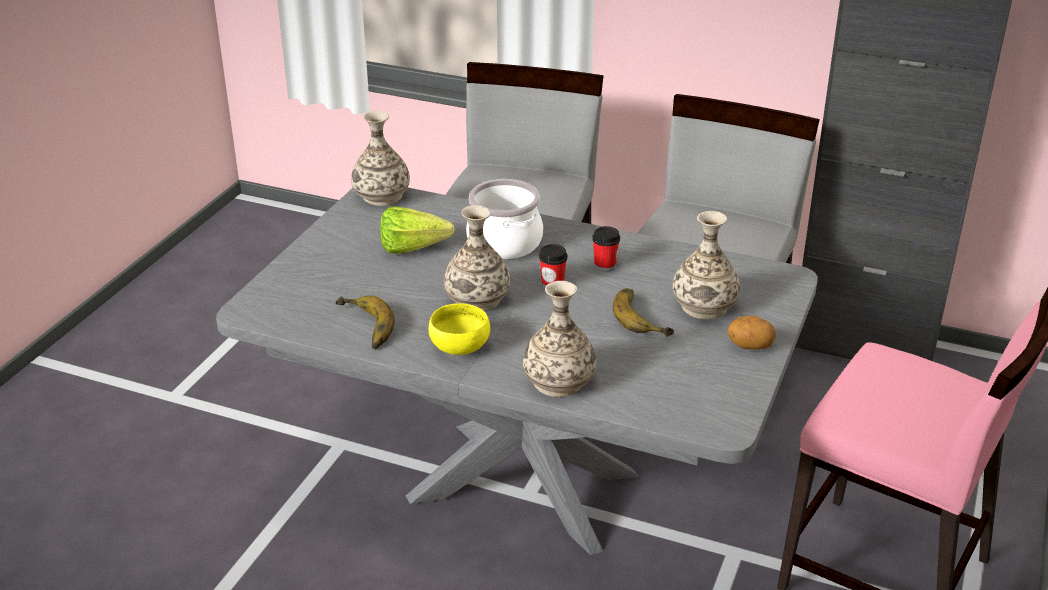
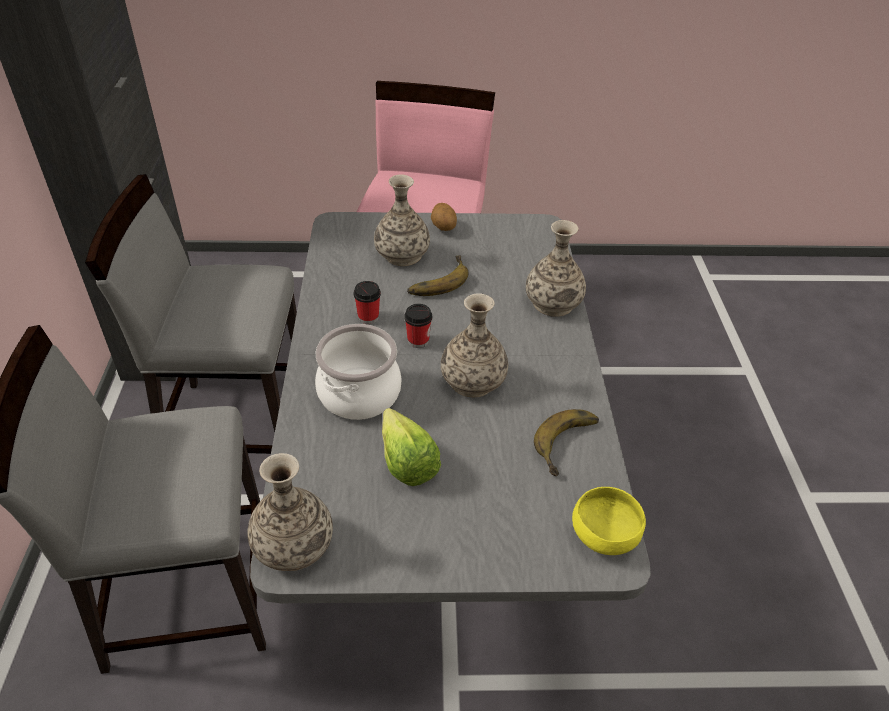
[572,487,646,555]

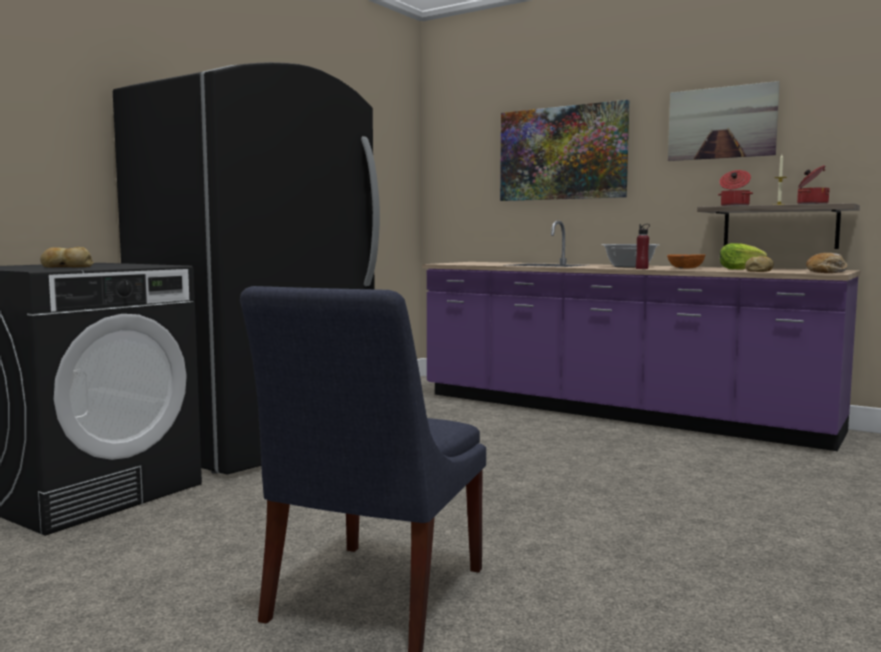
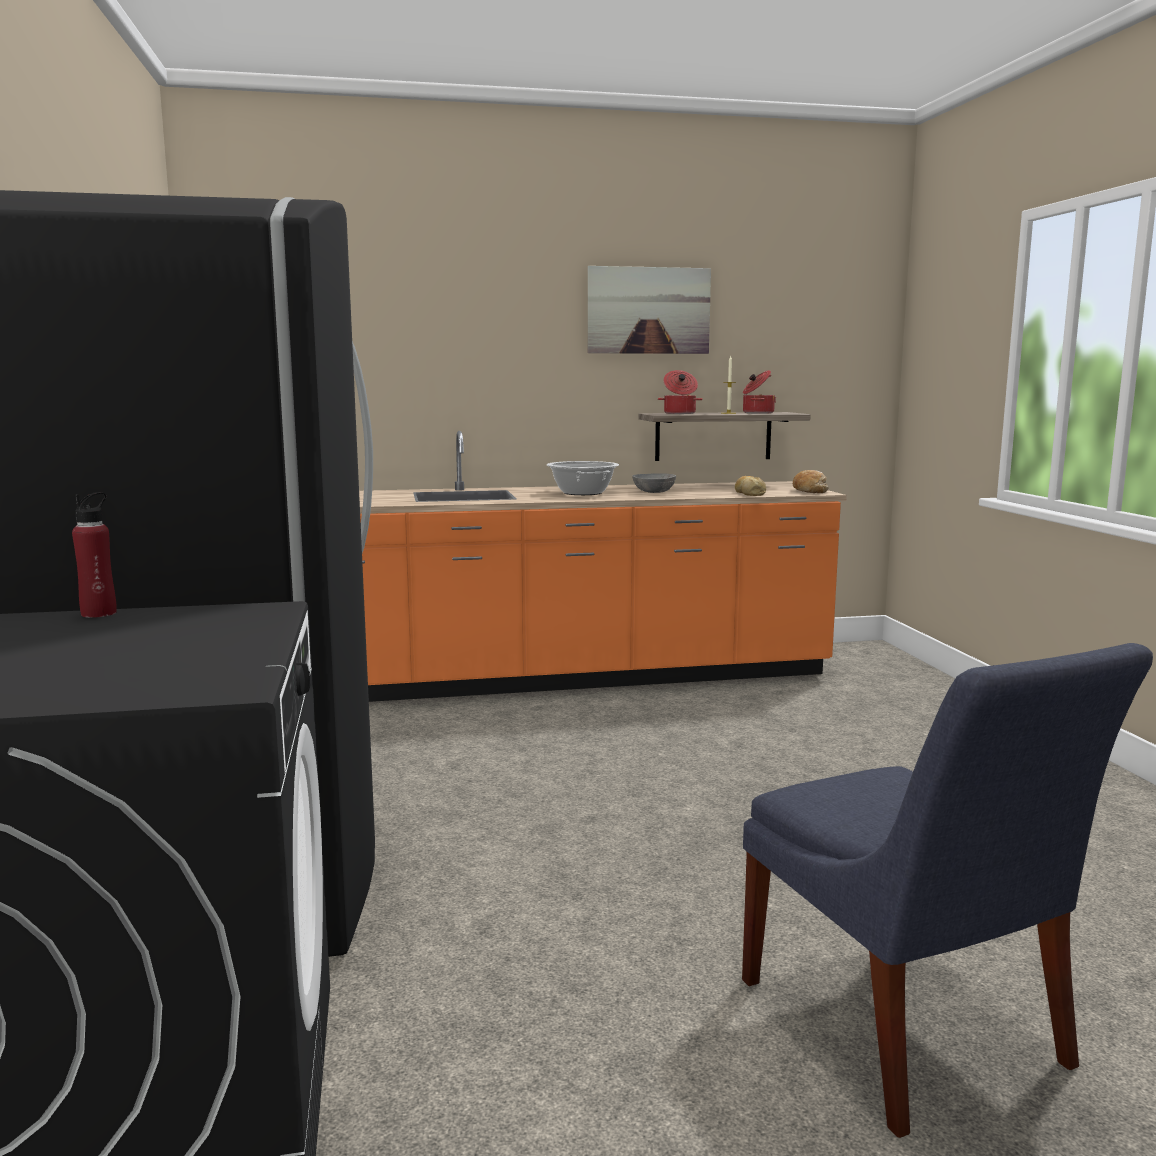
[40,247,94,267] (first image)
[359,431,847,702]
[500,100,630,201] (first image)
[72,492,117,618]
[632,473,676,493]
[720,243,767,269] (first image)

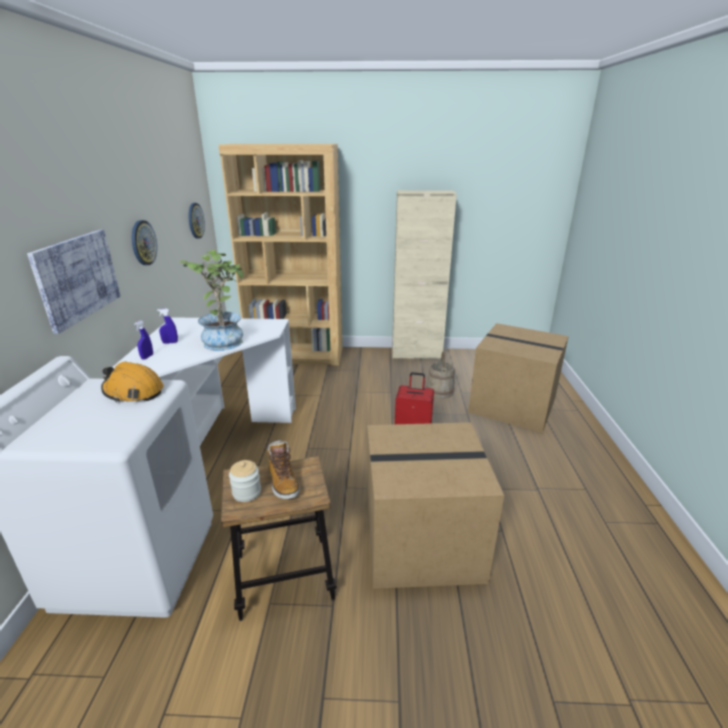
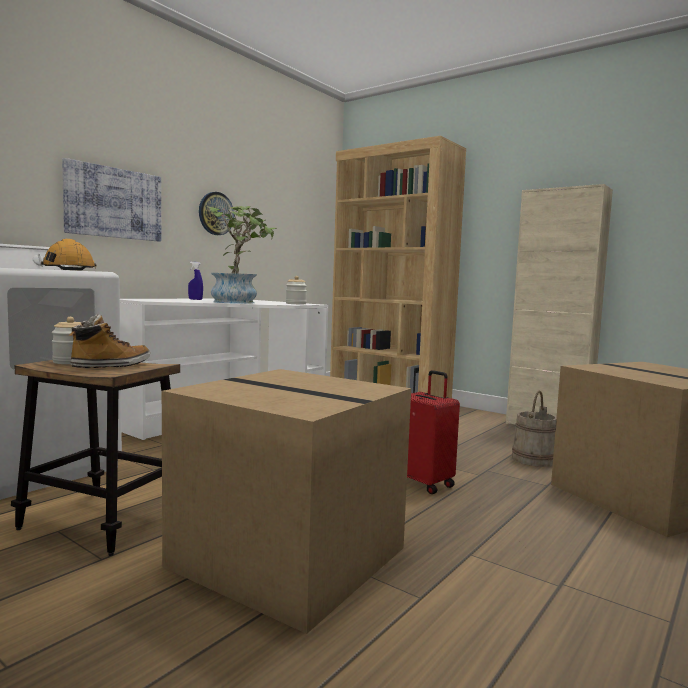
[134,320,153,360] (first image)
[188,203,205,239] (first image)
[69,314,150,368]
[286,276,307,304]

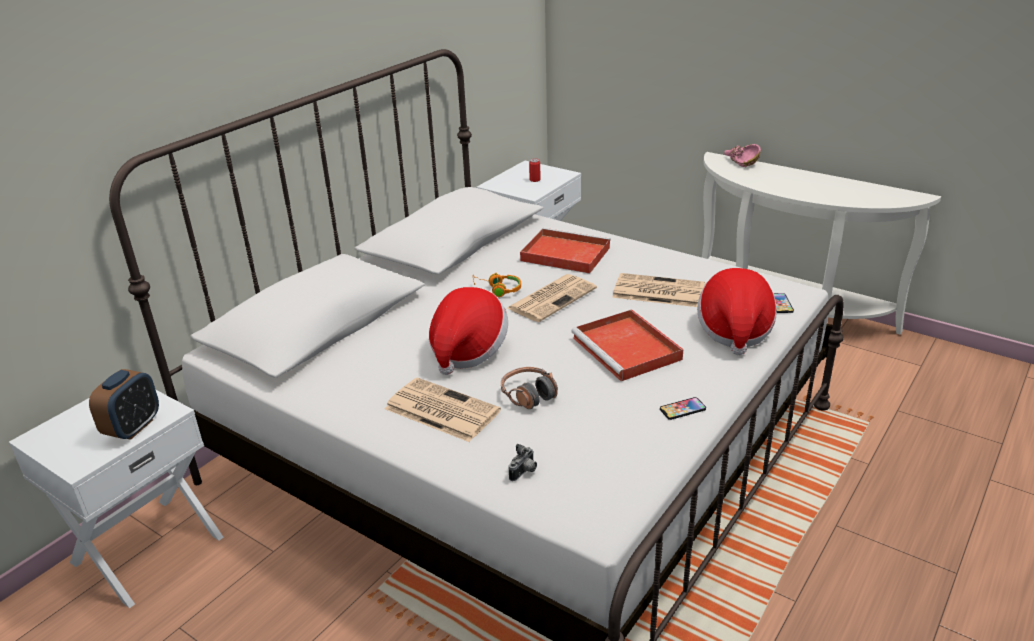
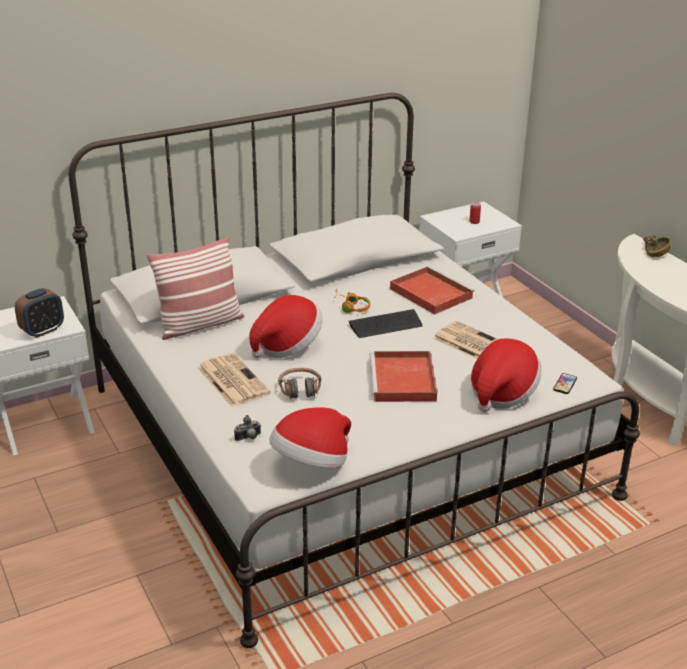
[349,309,423,338]
[660,397,706,420] (first image)
[643,235,671,257]
[147,237,244,340]
[269,407,351,468]

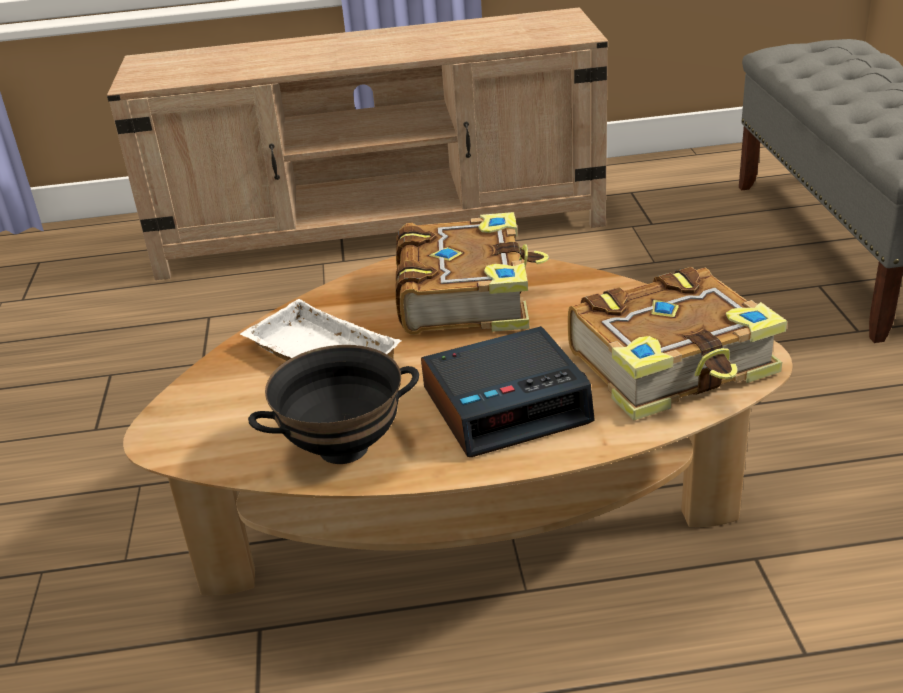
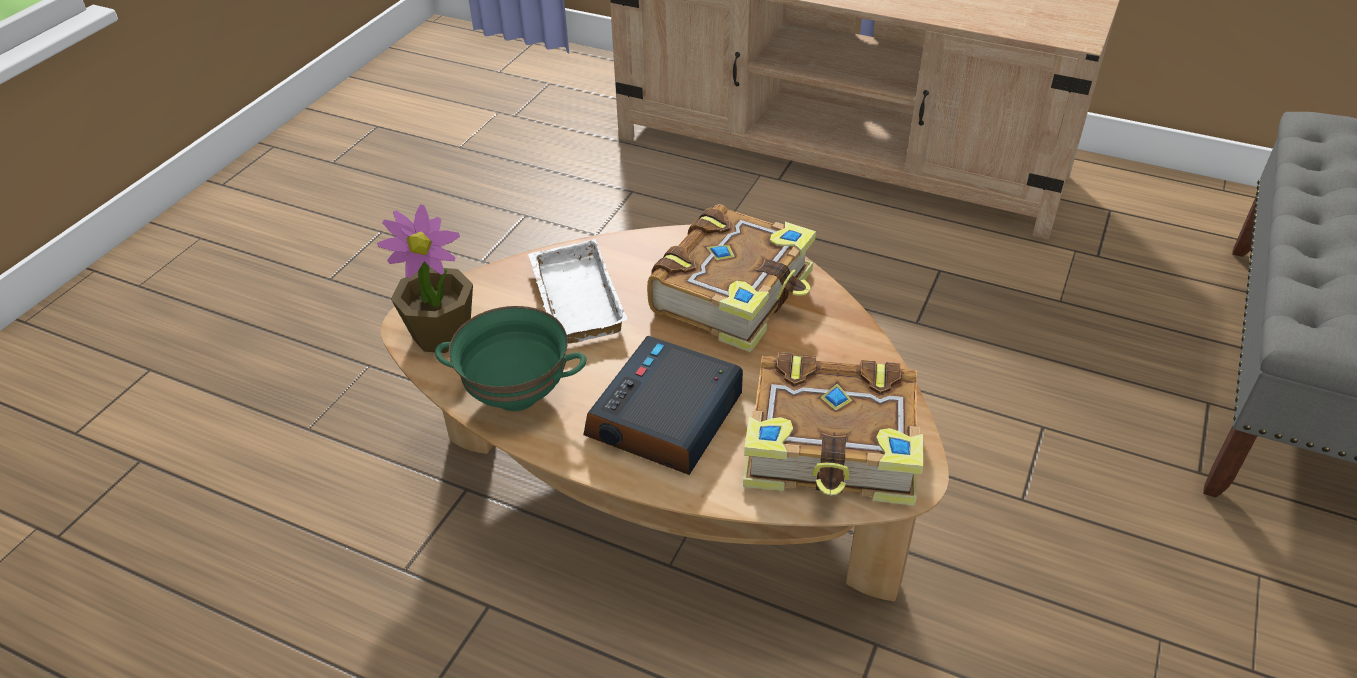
[435,306,586,411]
[583,336,743,475]
[377,204,473,353]

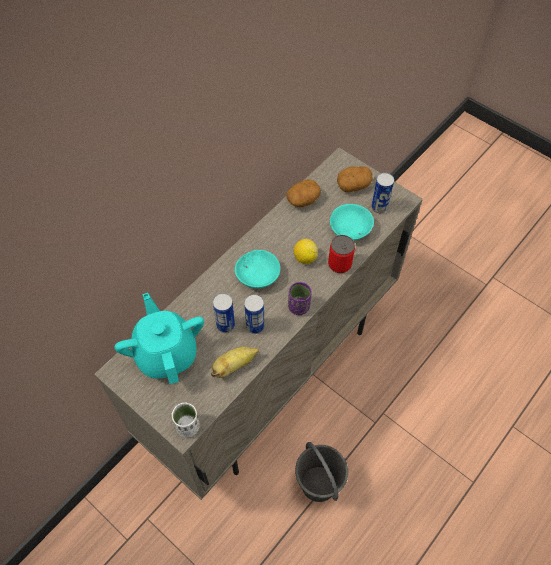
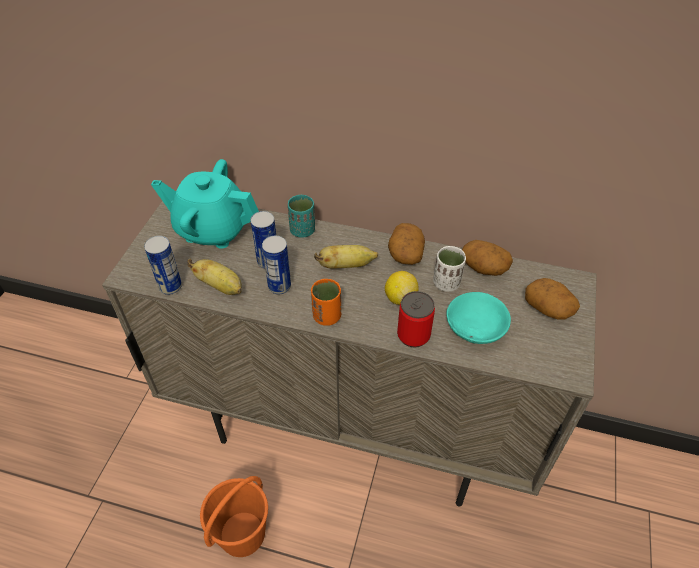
[151,159,259,249]
[433,246,466,292]
[314,245,378,268]
[311,279,341,326]
[200,476,268,557]
[144,236,182,295]
[288,195,315,238]
[388,223,425,265]

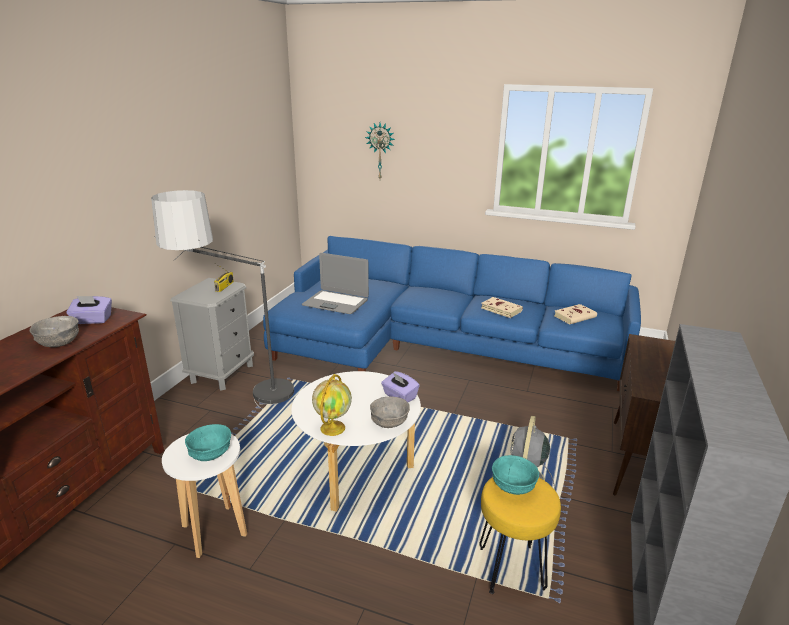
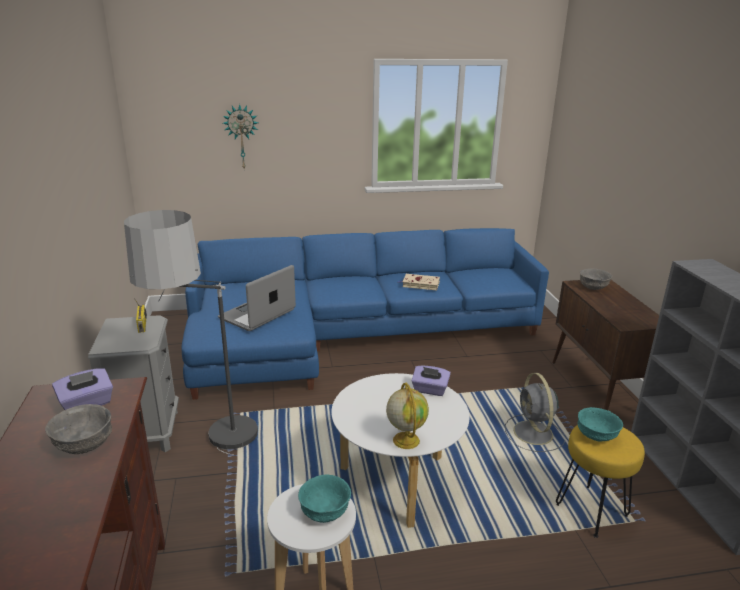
[218,265,296,331]
[580,268,612,290]
[554,304,597,324] (first image)

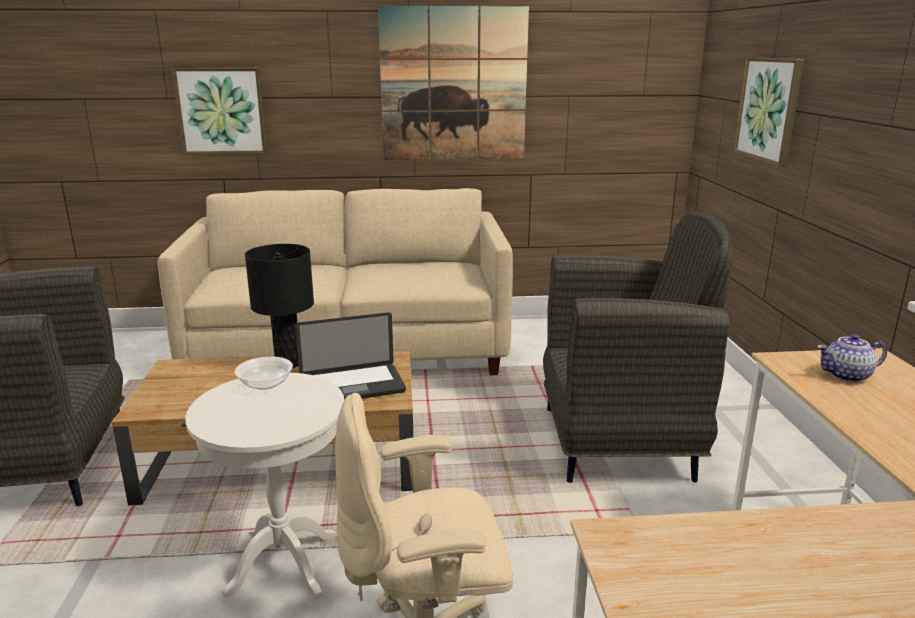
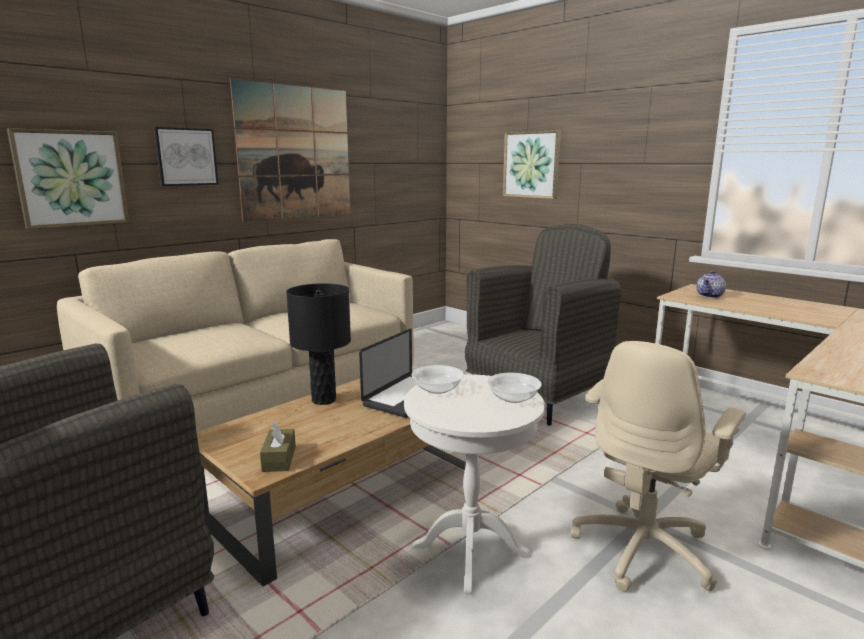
[154,127,218,186]
[260,421,296,472]
[487,373,542,403]

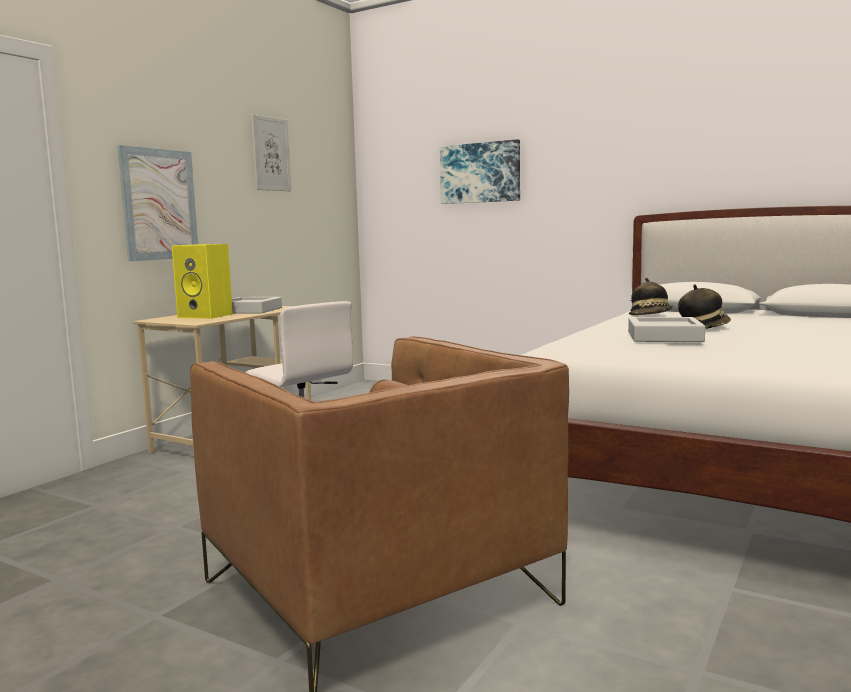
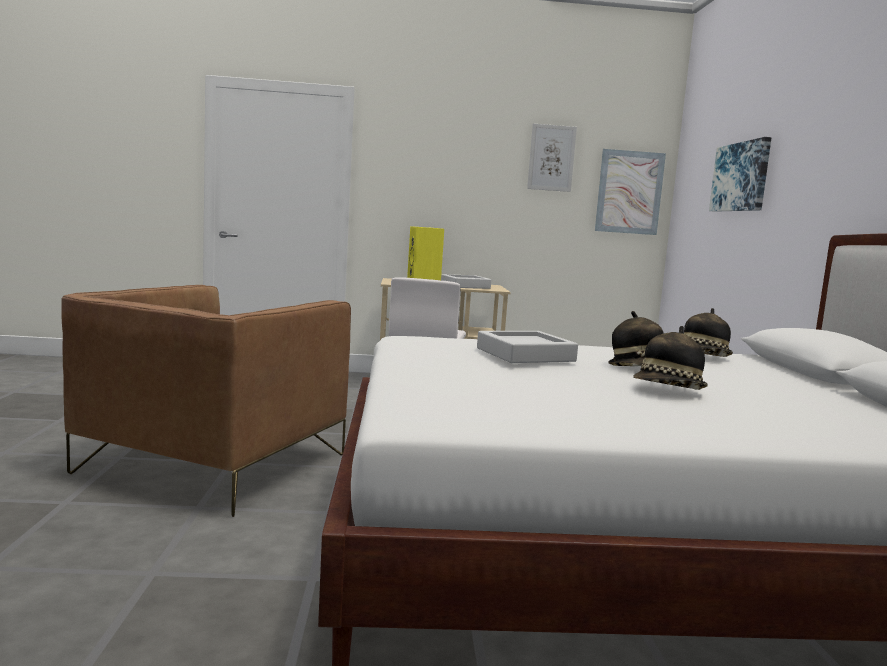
[595,149,666,235]
[633,326,708,390]

